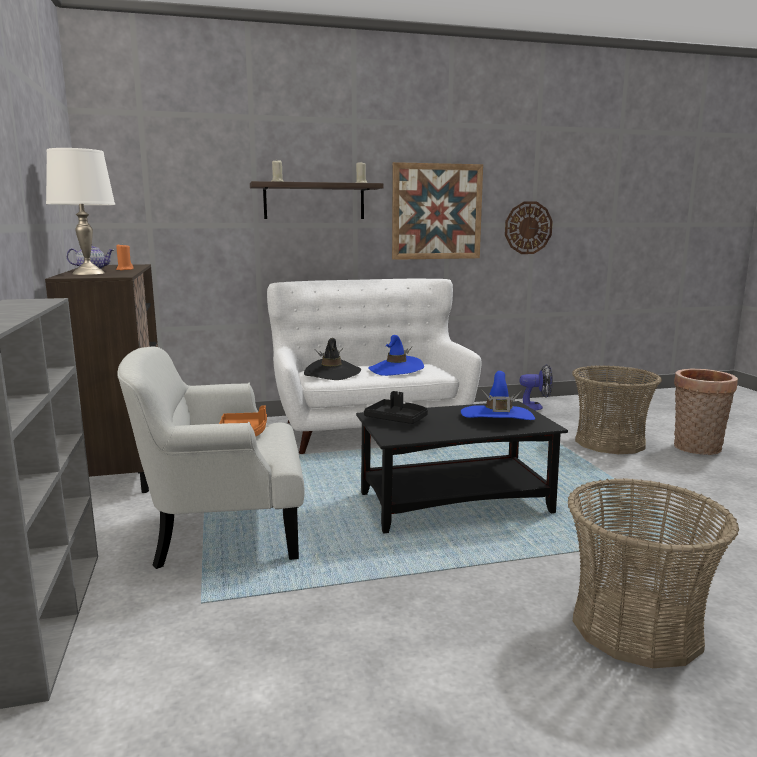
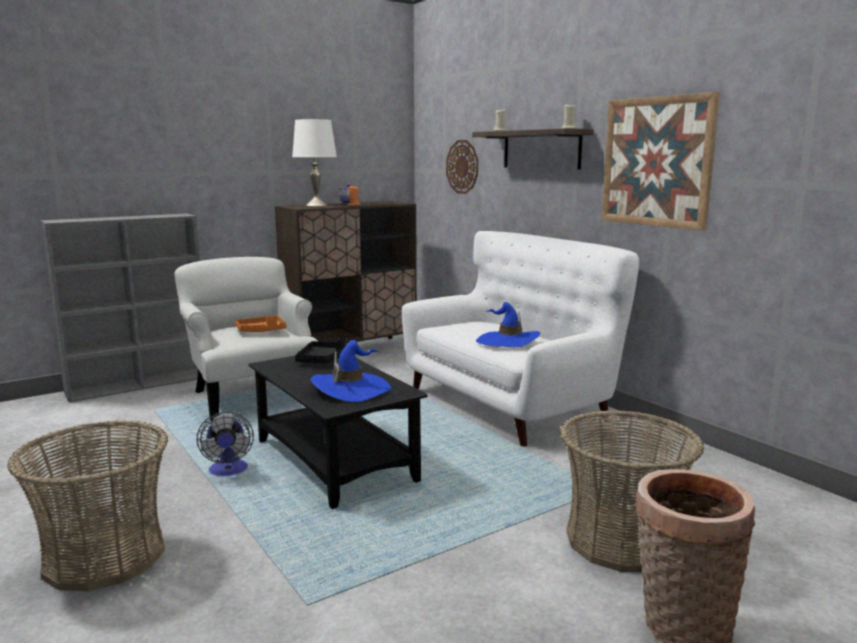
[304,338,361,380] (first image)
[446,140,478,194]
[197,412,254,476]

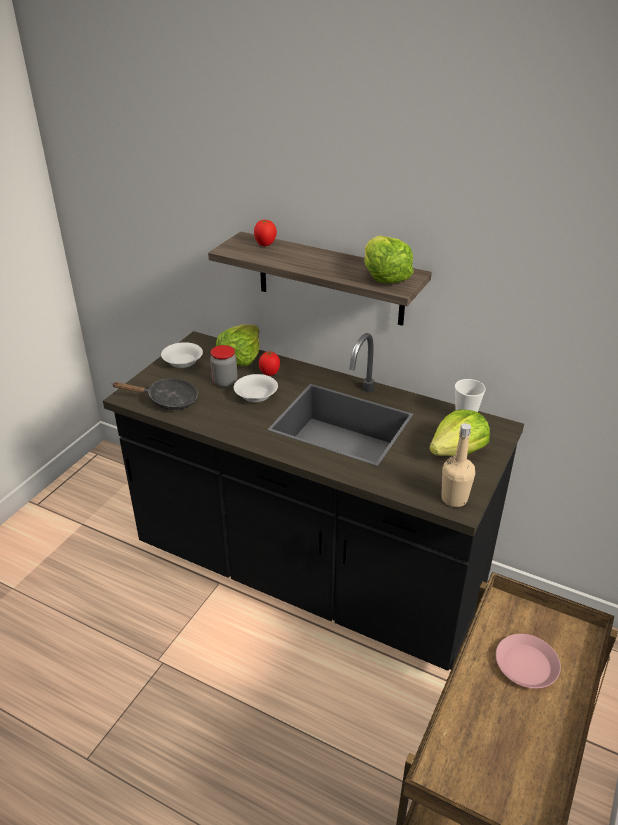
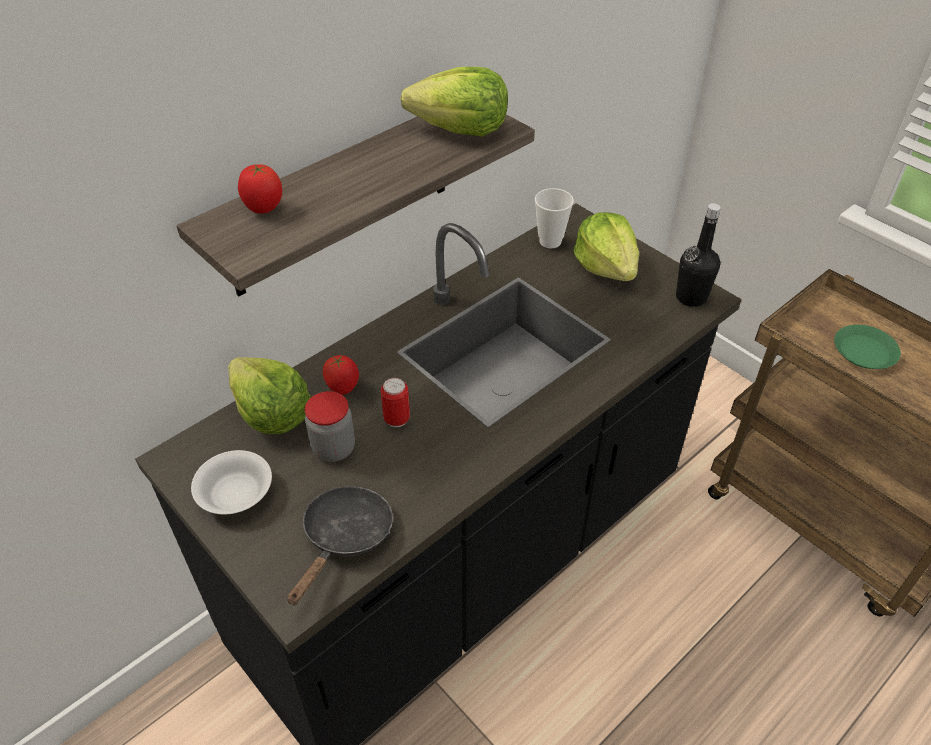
[381,378,410,427]
[676,203,721,307]
[834,325,901,369]

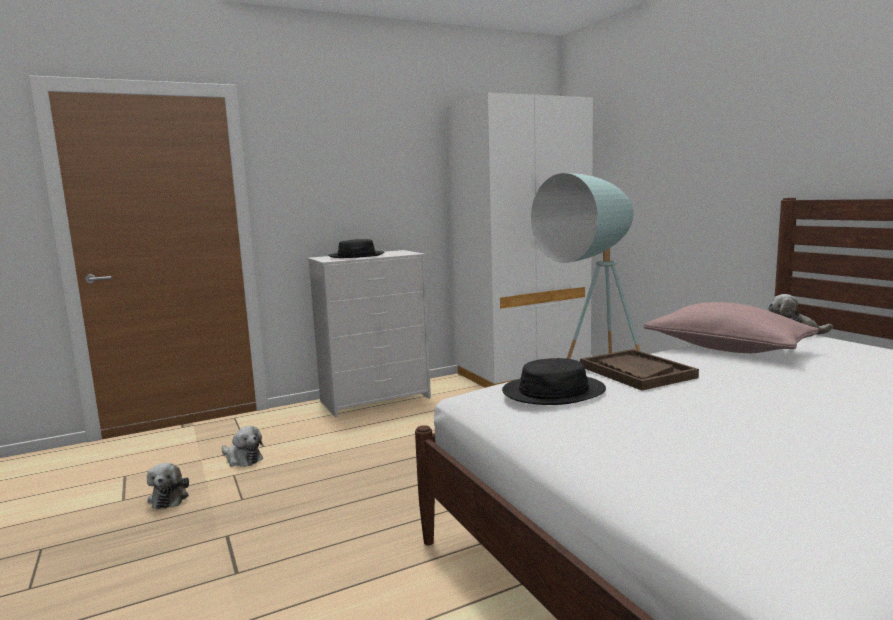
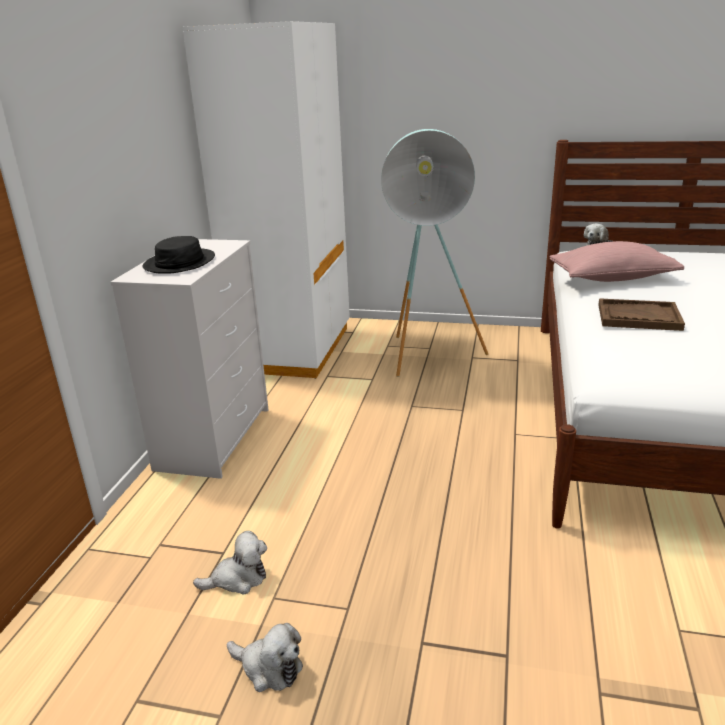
[502,358,606,405] (first image)

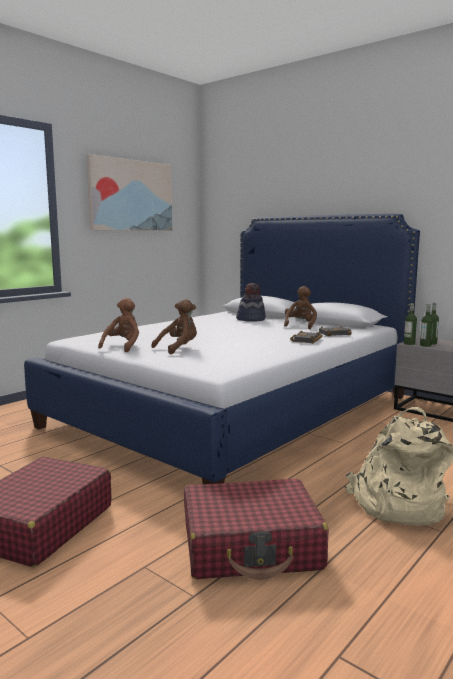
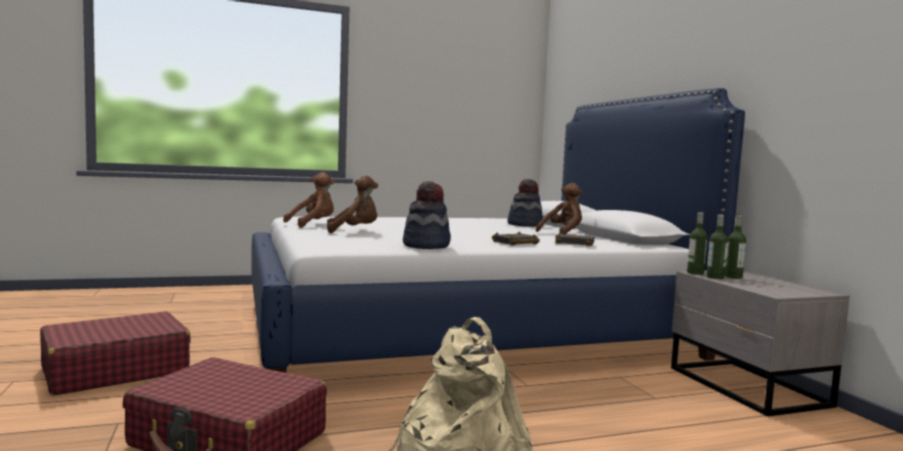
[86,154,173,231] (first image)
[403,181,451,249]

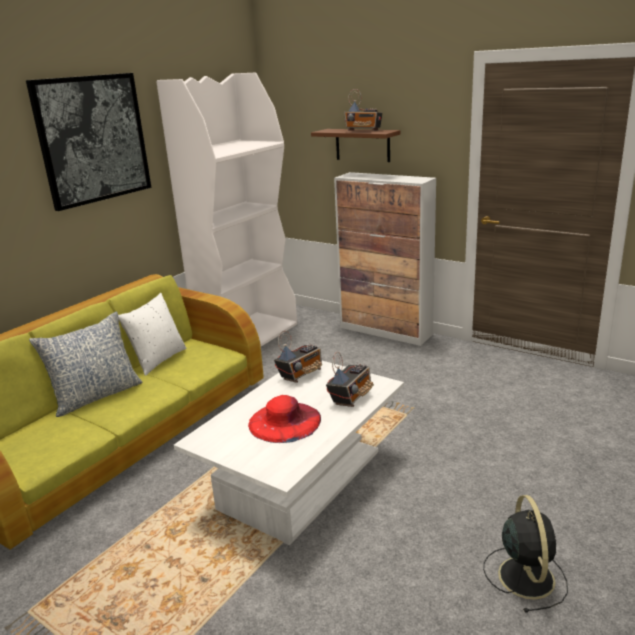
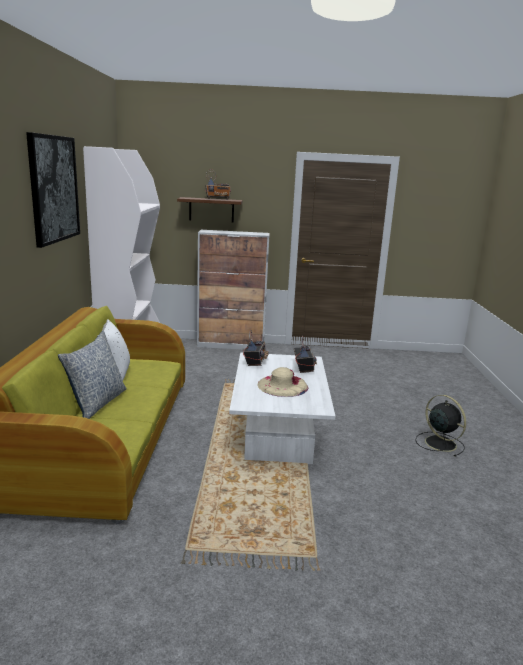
[257,367,309,397]

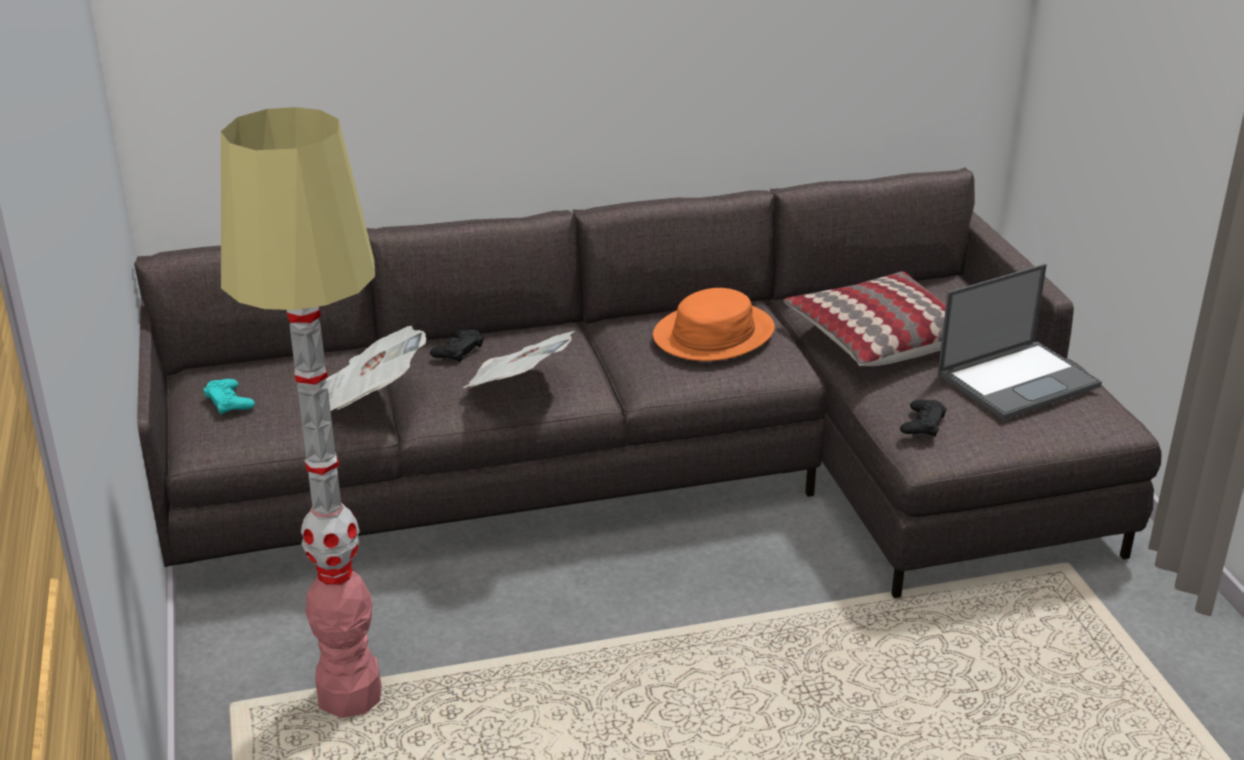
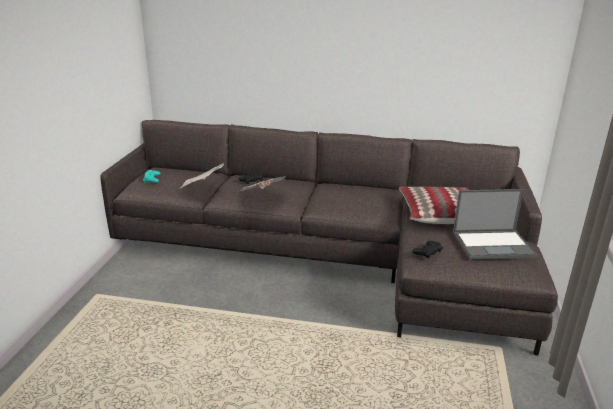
[221,107,382,718] (first image)
[653,288,775,361] (first image)

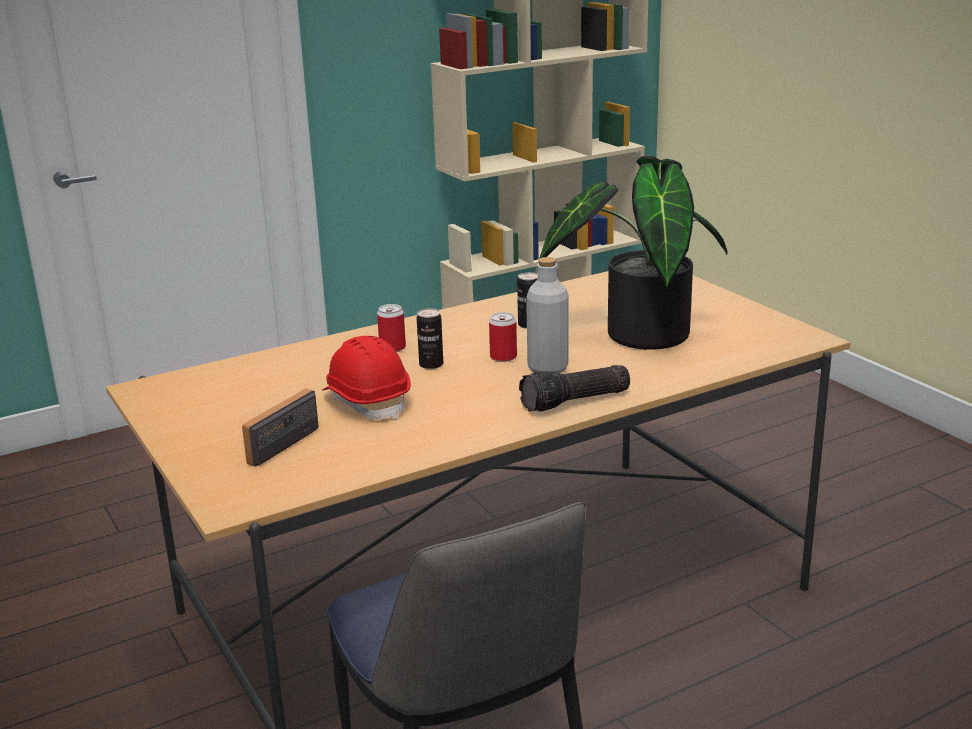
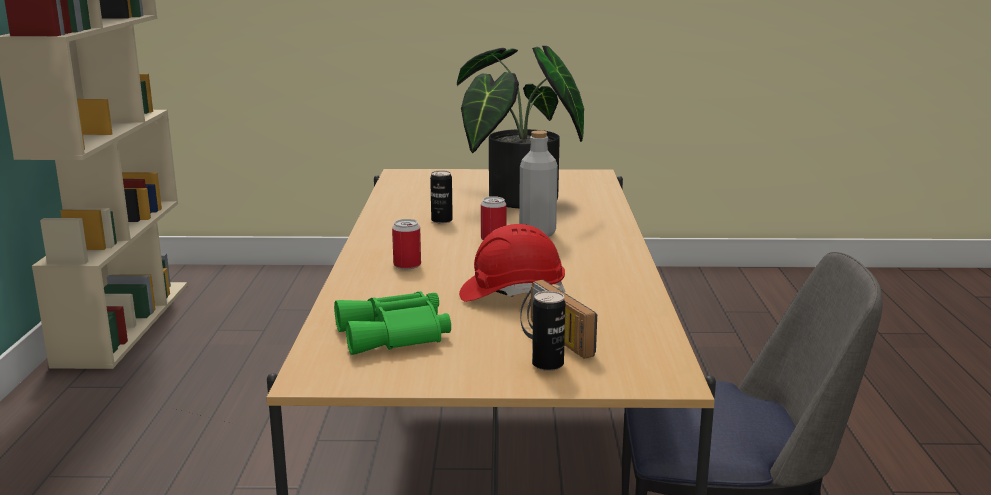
[532,291,565,371]
[519,365,630,412] (first image)
[334,291,451,355]

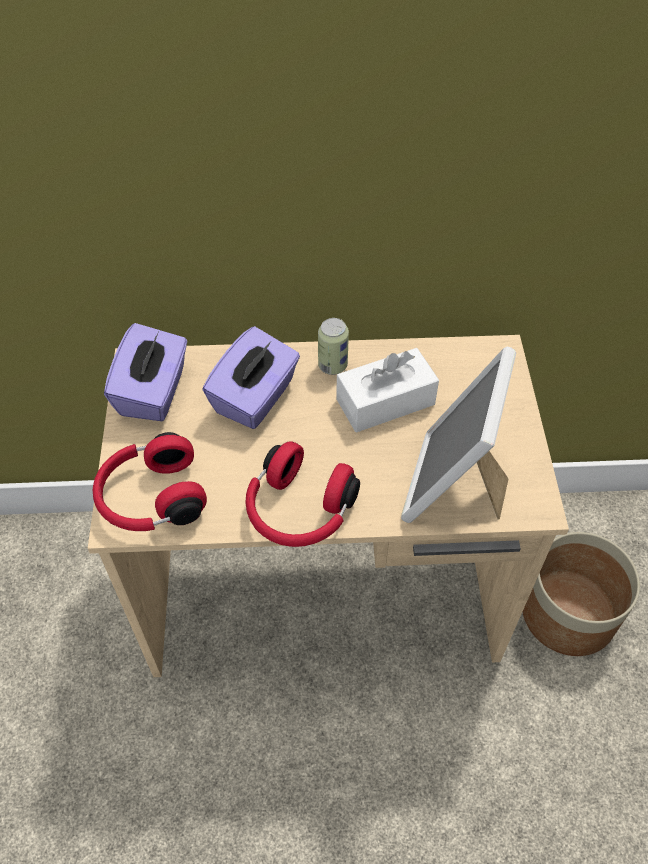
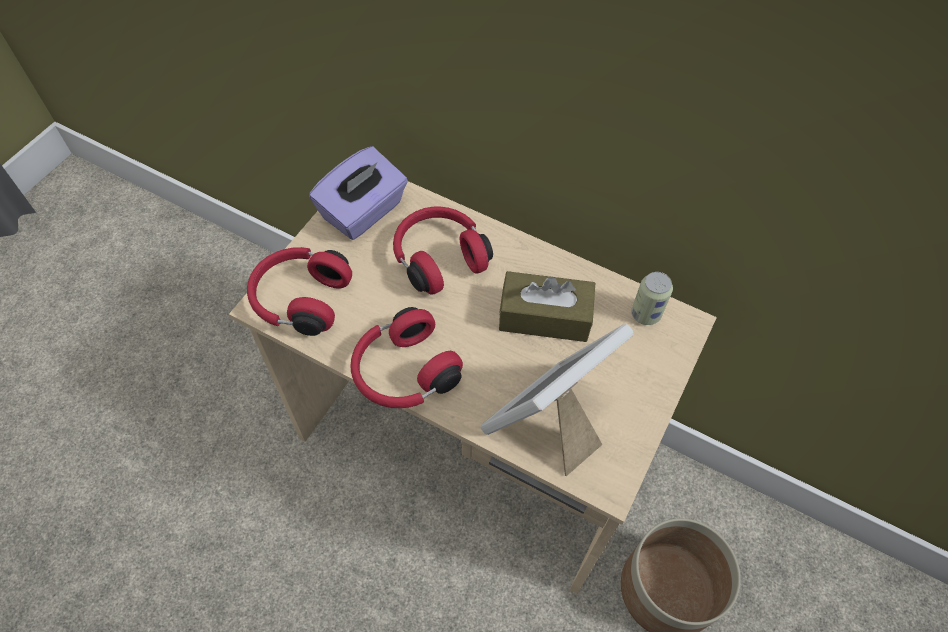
[393,207,493,294]
[631,272,673,325]
[499,271,595,342]

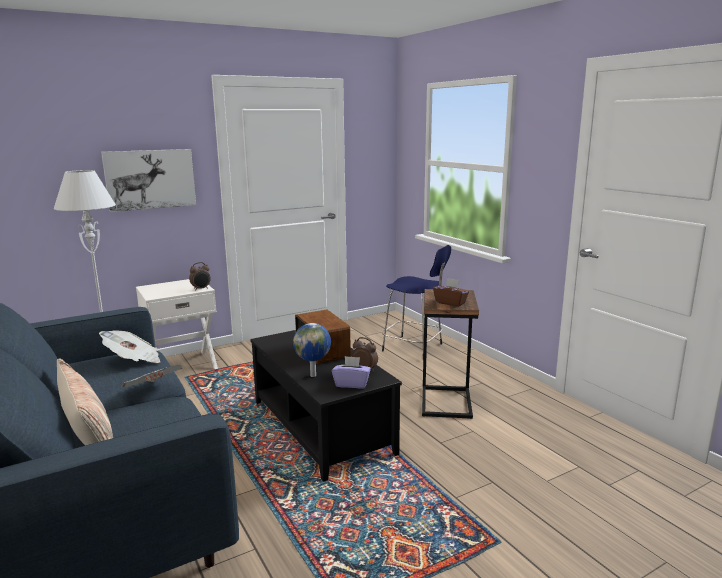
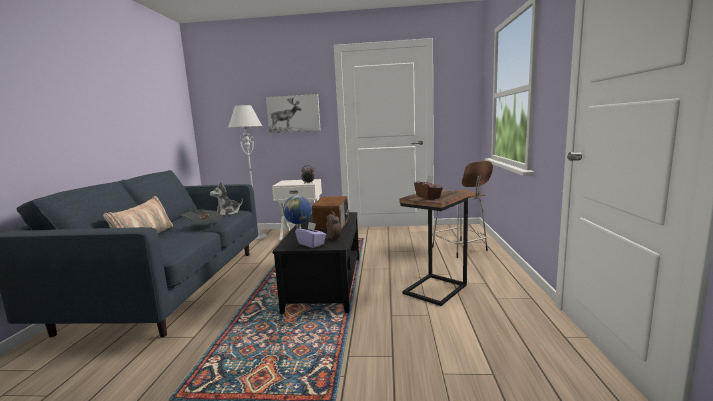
[209,182,243,215]
[432,161,493,258]

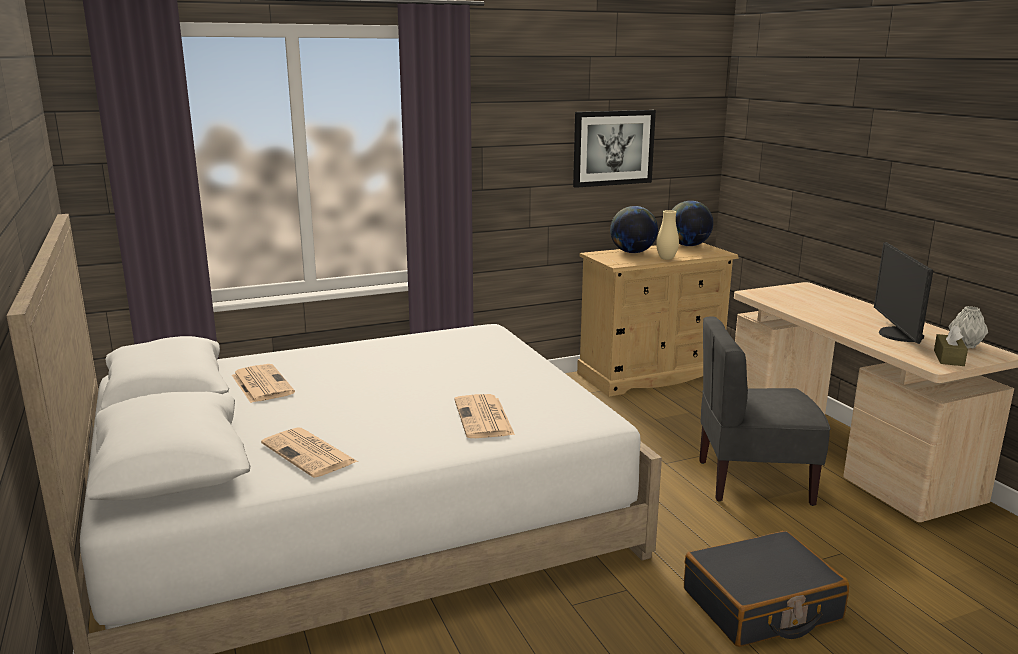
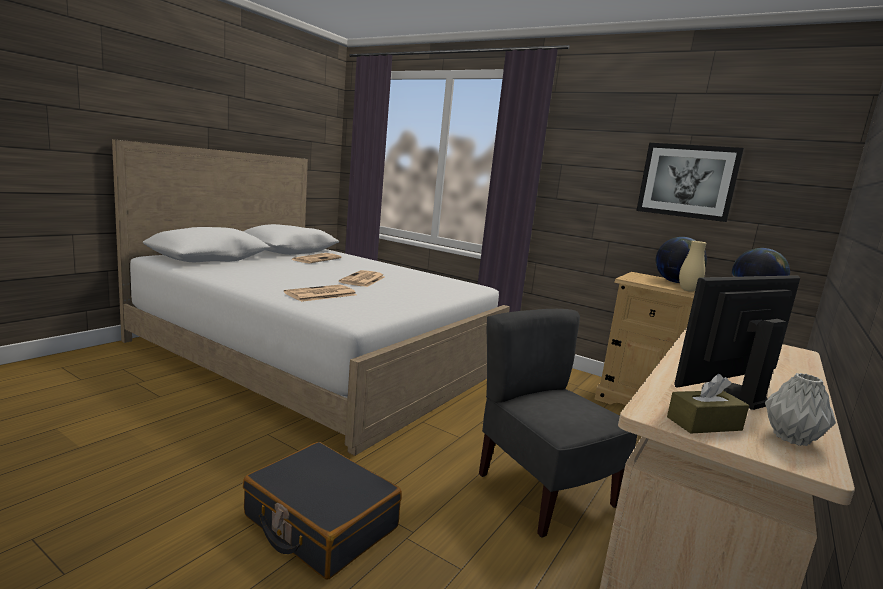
[339,270,385,287]

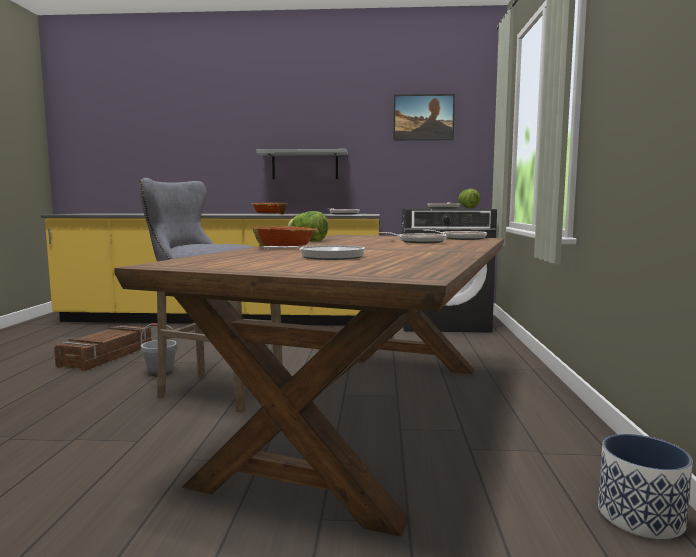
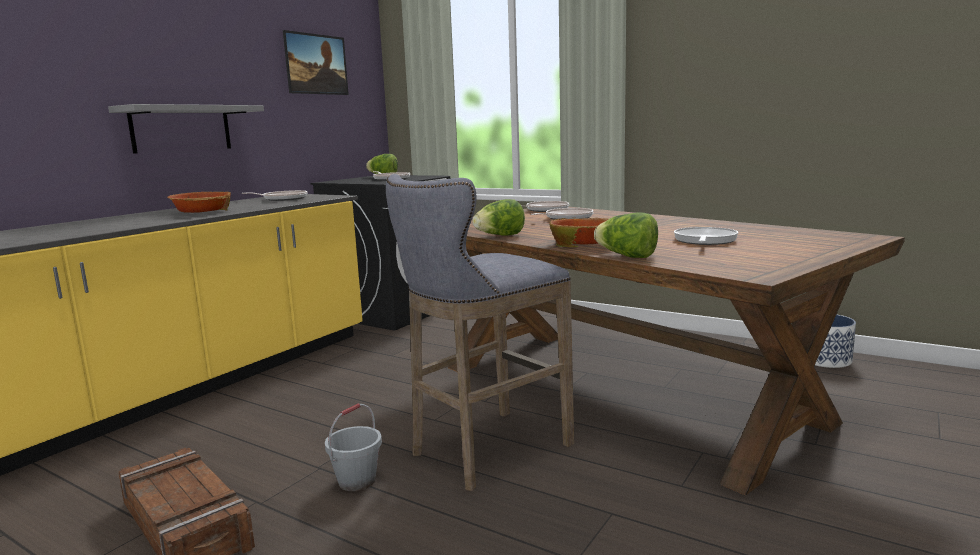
[594,212,658,258]

